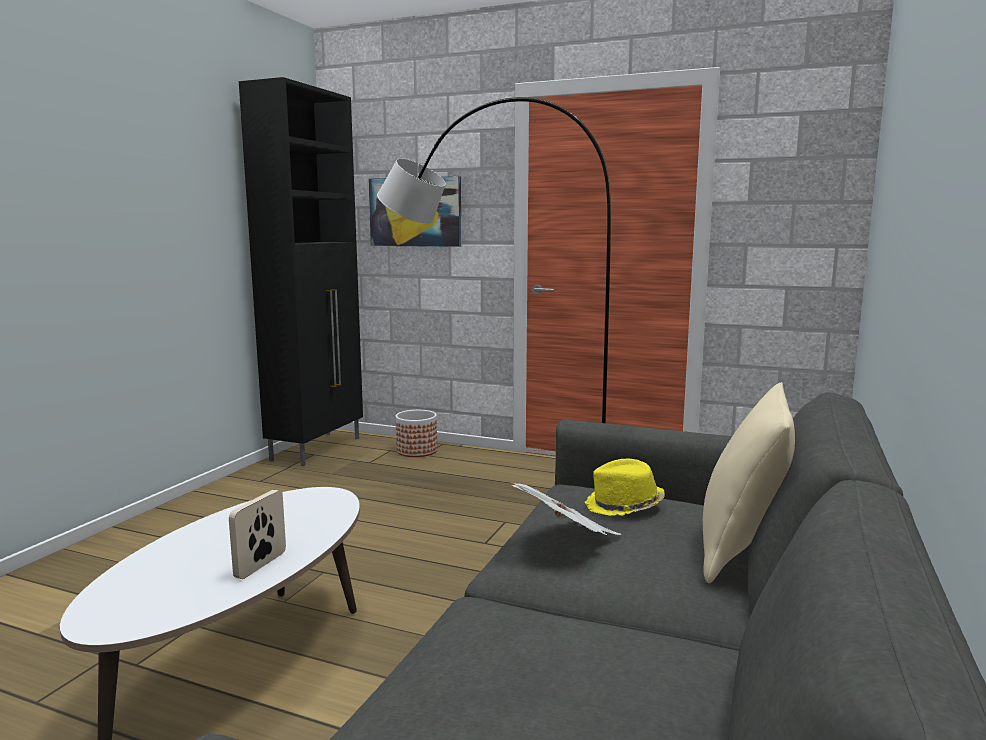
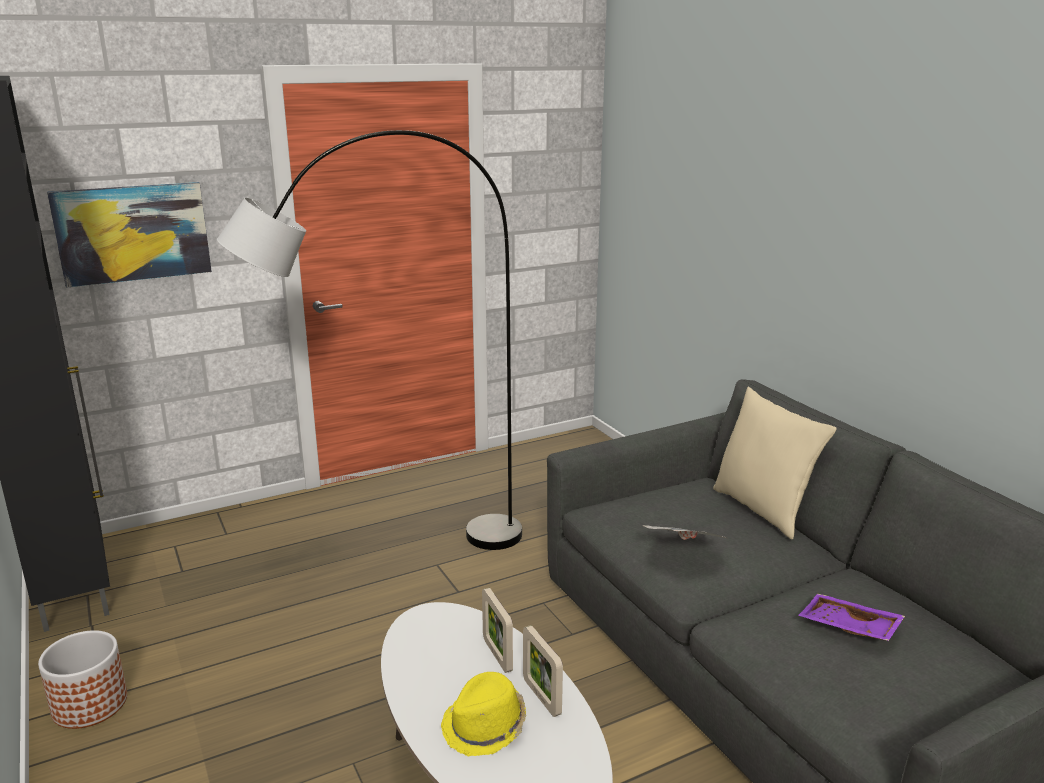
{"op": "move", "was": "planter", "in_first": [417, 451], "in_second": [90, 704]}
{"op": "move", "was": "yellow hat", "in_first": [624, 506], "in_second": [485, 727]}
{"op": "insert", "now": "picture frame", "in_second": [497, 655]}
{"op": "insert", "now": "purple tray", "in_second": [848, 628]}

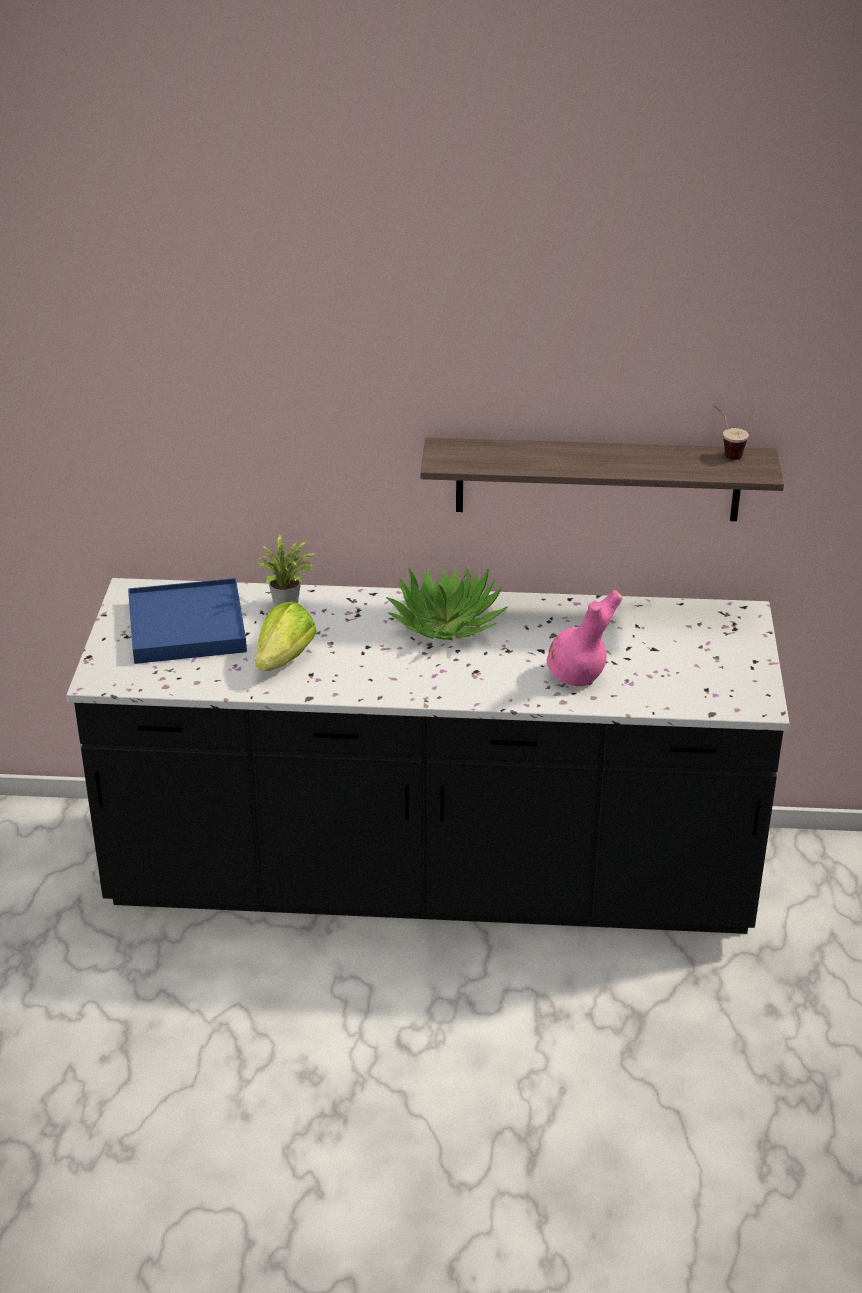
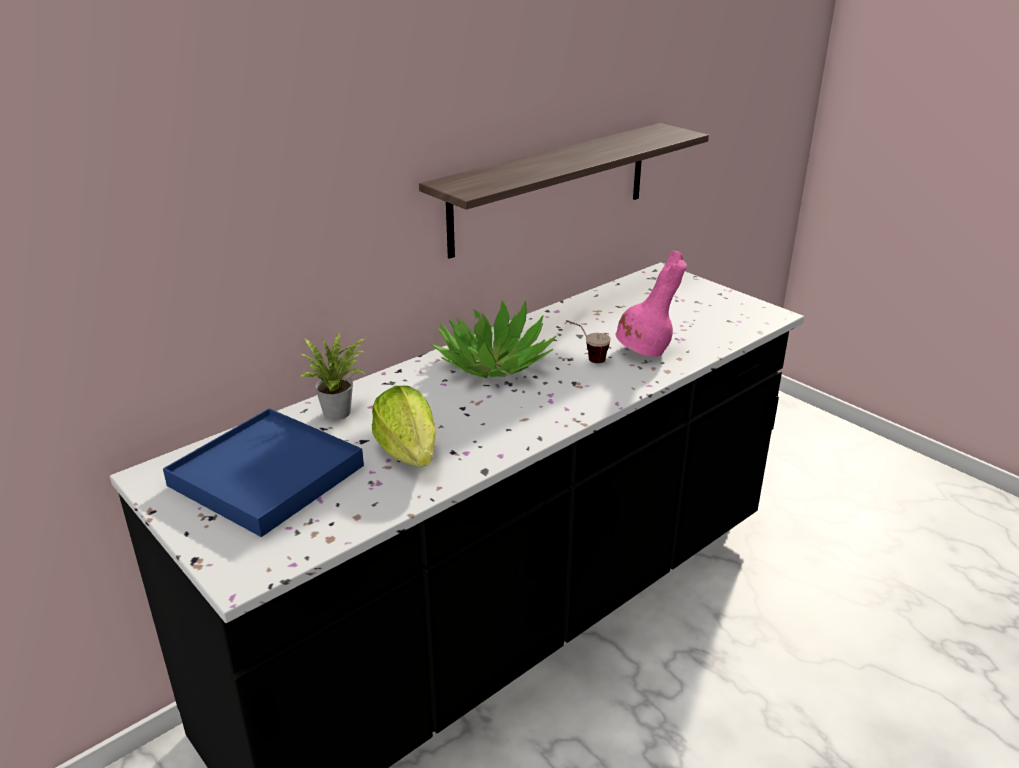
{"op": "move", "was": "cup", "in_first": [726, 452], "in_second": [586, 359]}

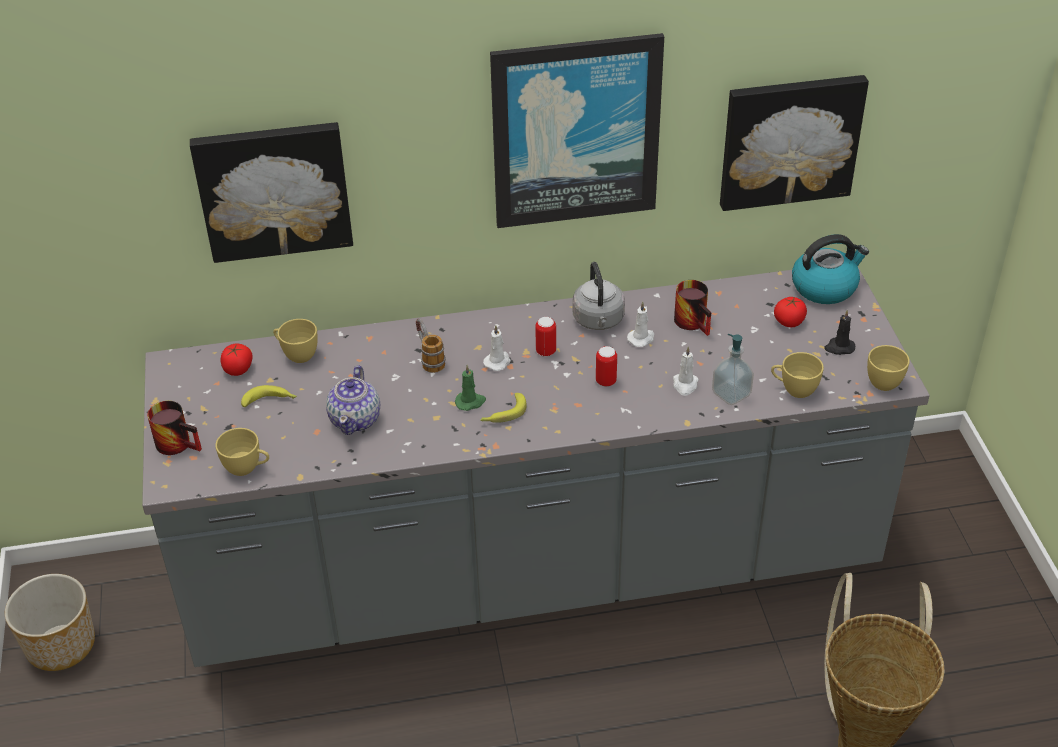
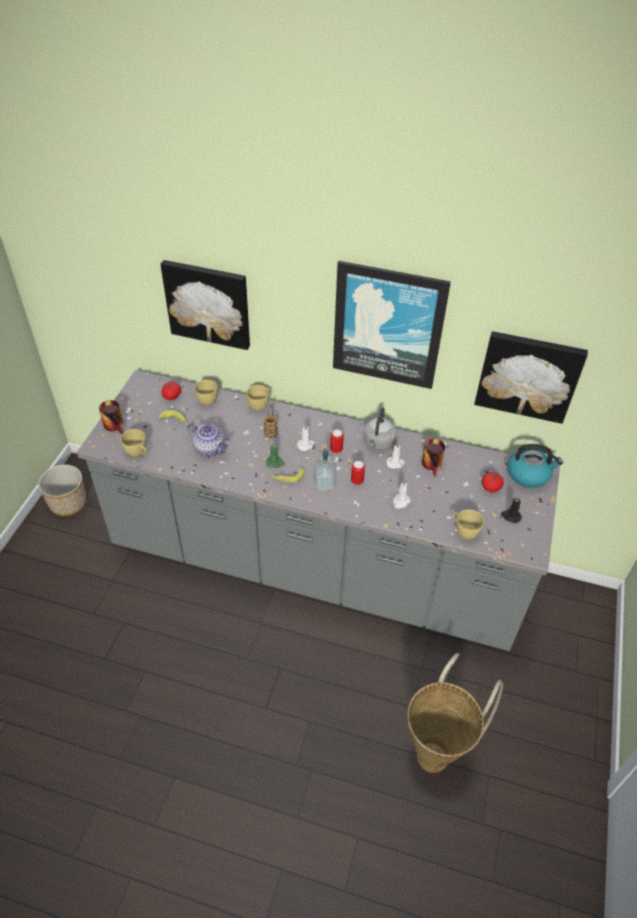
{"op": "rotate", "was": "teapot", "in_first": [356, 419], "in_second": [209, 448], "clockwise": -90}
{"op": "move", "was": "soap dispenser", "in_first": [731, 394], "in_second": [324, 484]}
{"op": "move", "was": "yellow cup", "in_first": [884, 380], "in_second": [260, 405]}

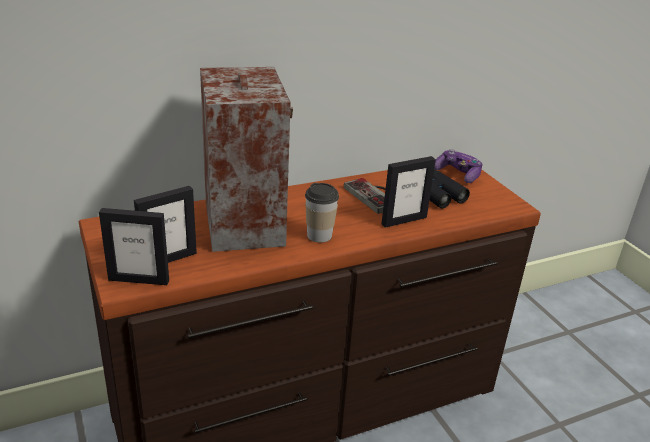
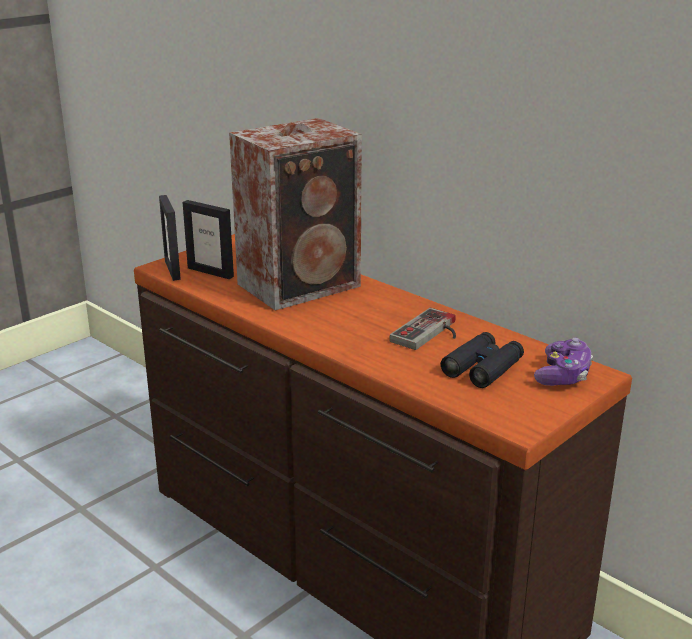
{"op": "delete", "was": "cup", "in_first": [319, 235]}
{"op": "delete", "was": "picture frame", "in_first": [403, 220]}

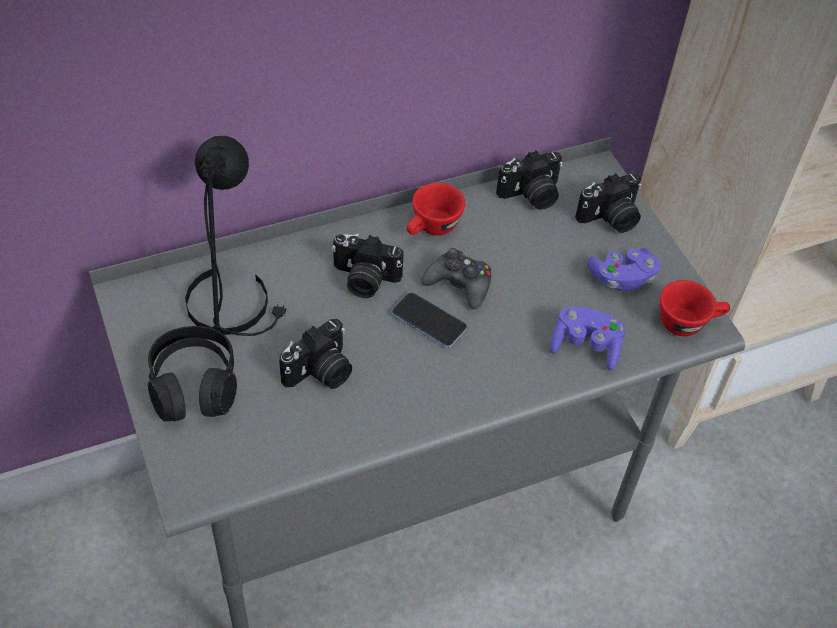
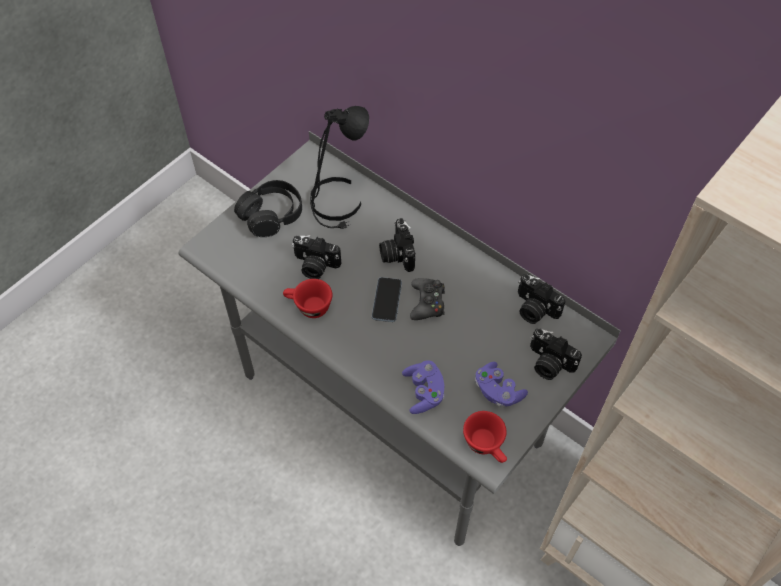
{"op": "move", "was": "red cup", "in_first": [432, 228], "in_second": [308, 307]}

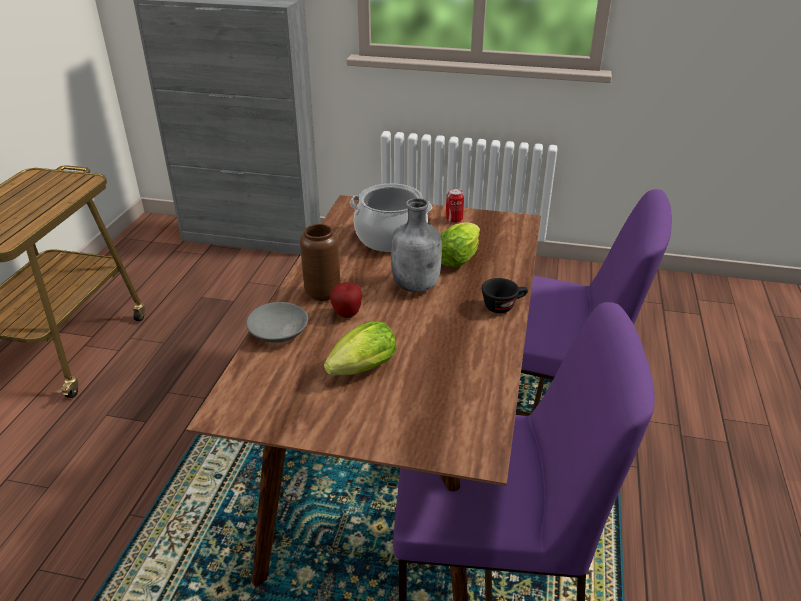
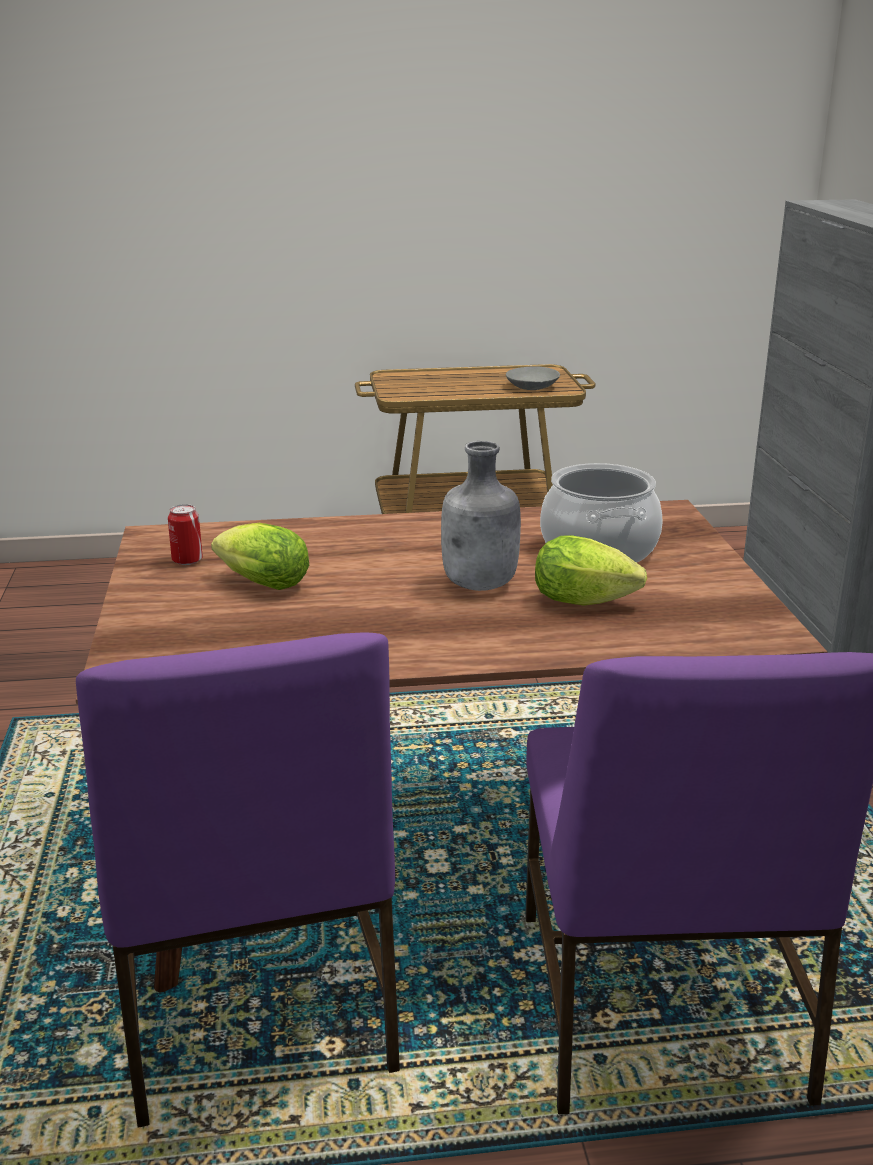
{"op": "move", "was": "grey bowl", "in_first": [279, 332], "in_second": [532, 387]}
{"op": "delete", "was": "brown vase", "in_first": [322, 293]}
{"op": "delete", "was": "apple", "in_first": [347, 314]}
{"op": "move", "was": "can", "in_first": [454, 220], "in_second": [187, 560]}
{"op": "delete", "was": "black cup", "in_first": [503, 306]}

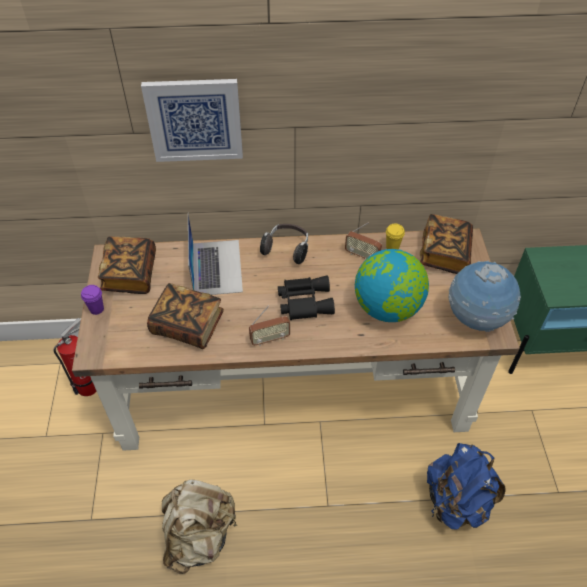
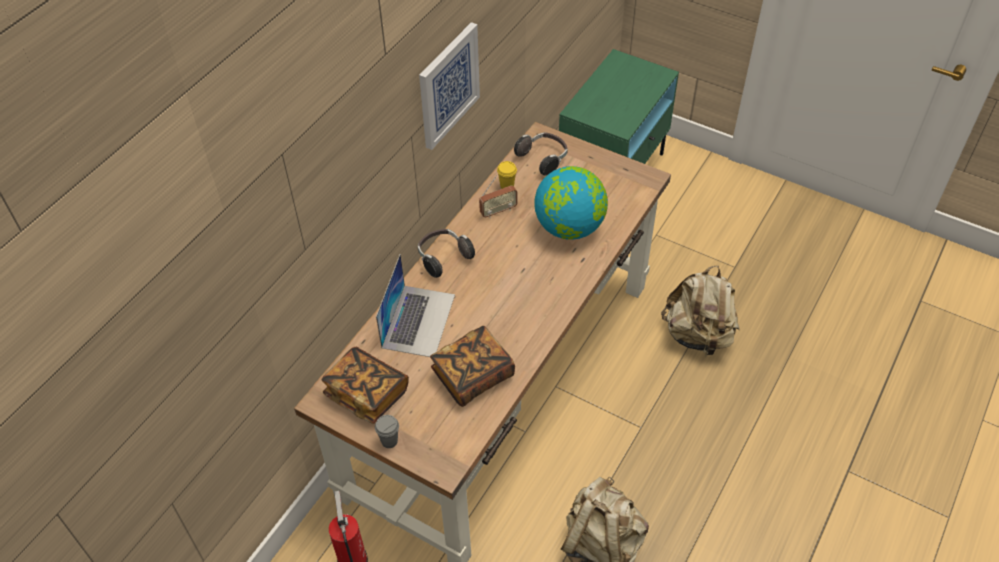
{"op": "recolor", "was": "purple cup", "now": "grey cup", "in_first": [97, 309], "in_second": [389, 441]}
{"op": "move", "was": "picture", "in_first": [194, 120], "in_second": [448, 85]}
{"op": "rotate", "was": "laptop", "in_first": [216, 267], "in_second": [418, 320], "clockwise": 75}
{"op": "delete", "was": "radio", "in_first": [270, 339]}
{"op": "delete", "was": "black binoculars", "in_first": [304, 301]}
{"op": "replace", "was": "book", "now": "headphones", "in_first": [444, 254], "in_second": [543, 159]}
{"op": "recolor", "was": "blue backpack", "now": "beige backpack", "in_first": [456, 501], "in_second": [698, 335]}
{"op": "delete", "was": "globe", "in_first": [475, 319]}

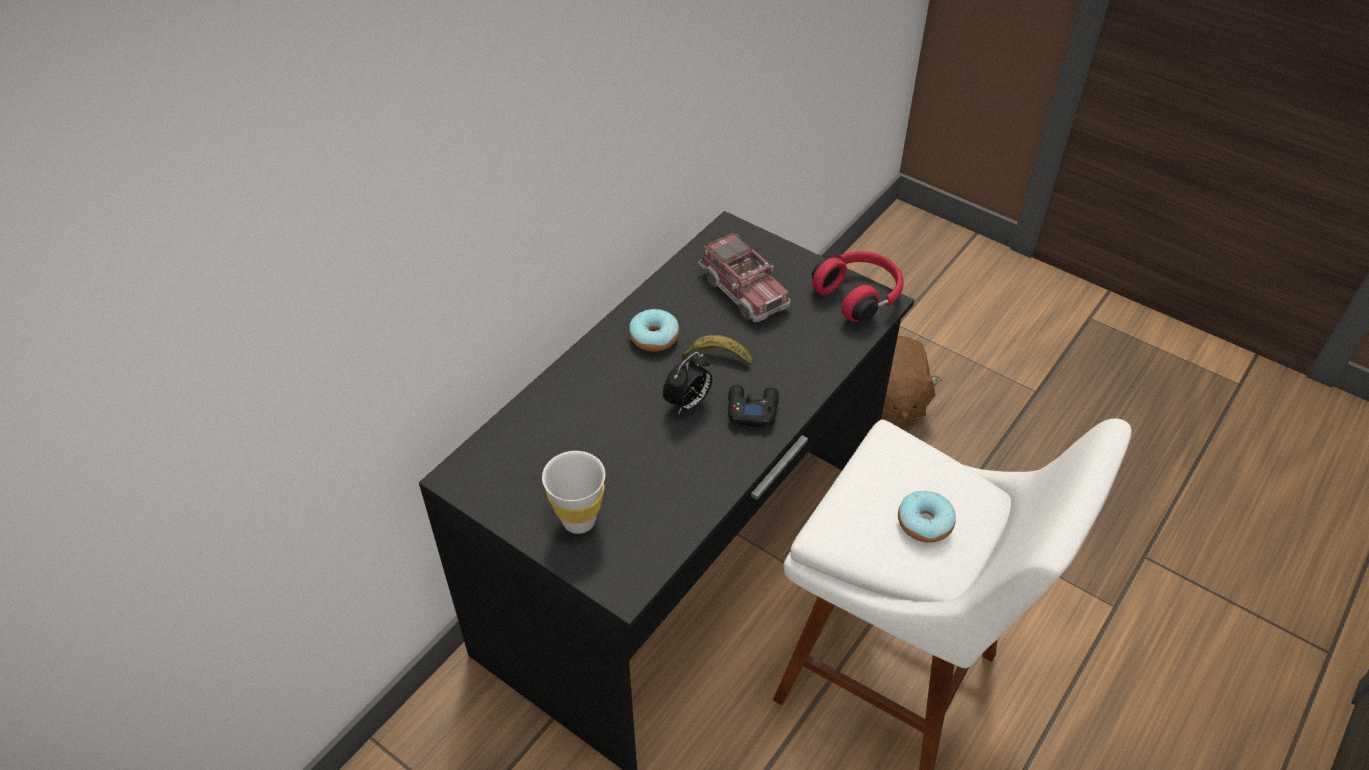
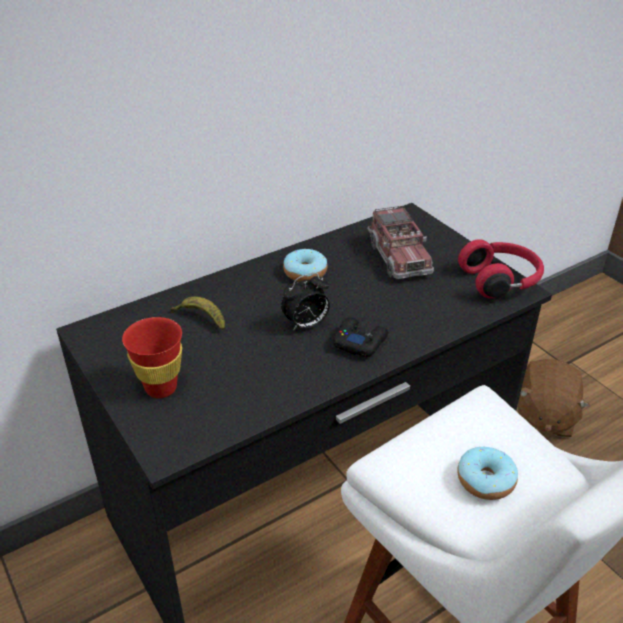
{"op": "recolor", "was": "white cup", "now": "red cup", "in_first": [579, 520], "in_second": [161, 388]}
{"op": "move", "was": "banana", "in_first": [717, 357], "in_second": [201, 318]}

